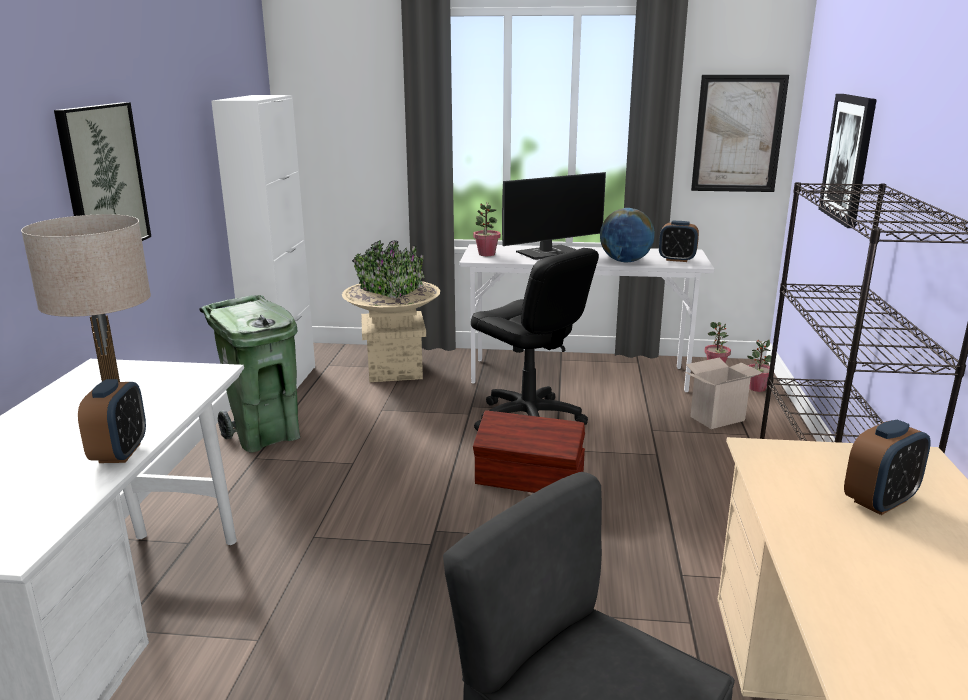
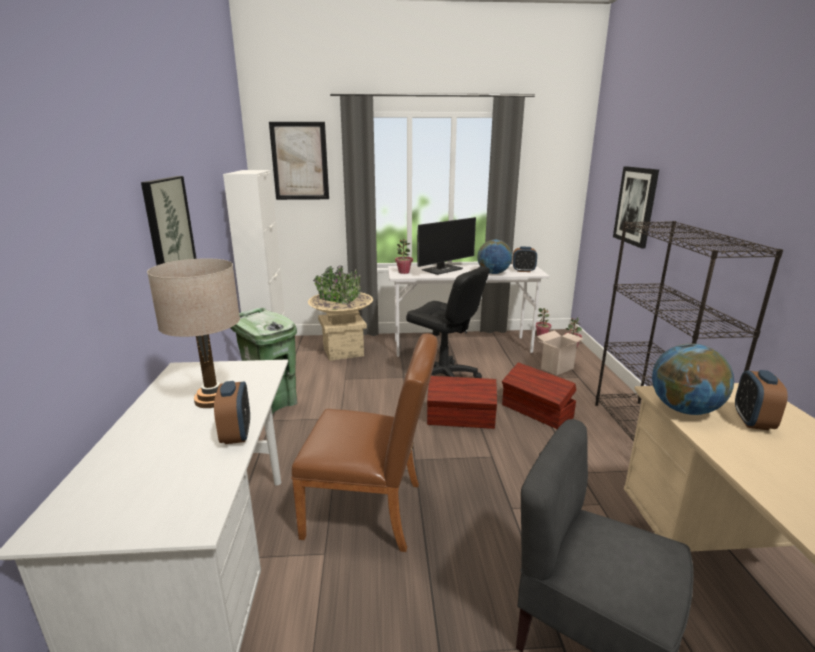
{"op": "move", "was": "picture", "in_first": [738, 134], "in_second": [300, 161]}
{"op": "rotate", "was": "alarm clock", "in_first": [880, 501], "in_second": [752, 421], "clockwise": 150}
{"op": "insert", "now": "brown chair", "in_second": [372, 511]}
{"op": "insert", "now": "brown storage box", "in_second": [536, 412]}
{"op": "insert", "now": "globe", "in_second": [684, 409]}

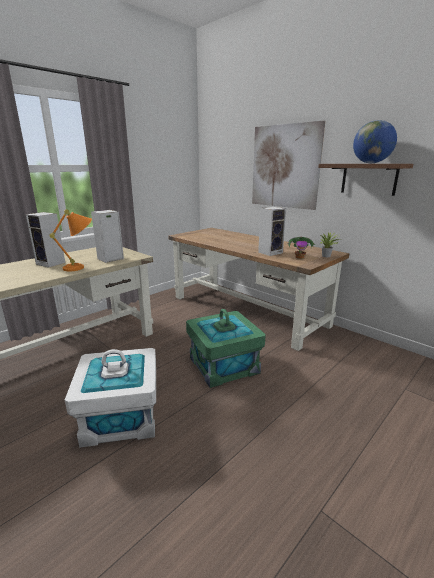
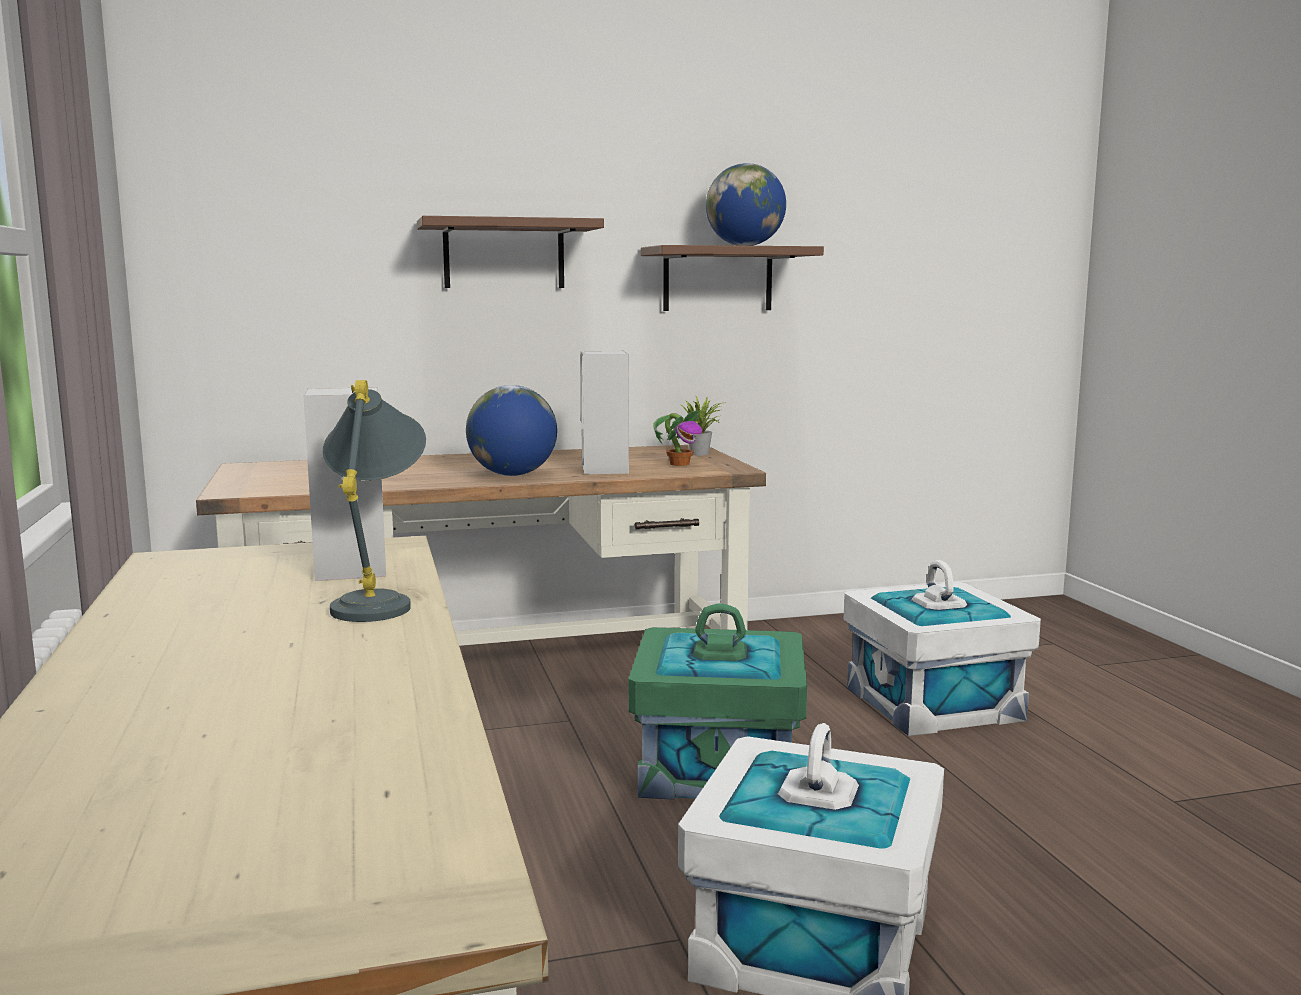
{"op": "delete", "was": "speaker", "in_first": [52, 263]}
{"op": "recolor", "was": "orange table lamp", "now": "grey table lamp", "in_first": [81, 267], "in_second": [378, 601]}
{"op": "replace", "was": "picture", "now": "brown shelf", "in_first": [285, 167], "in_second": [504, 254]}
{"op": "insert", "now": "globe", "in_second": [513, 475]}
{"op": "insert", "now": "white storage box", "in_second": [934, 704]}

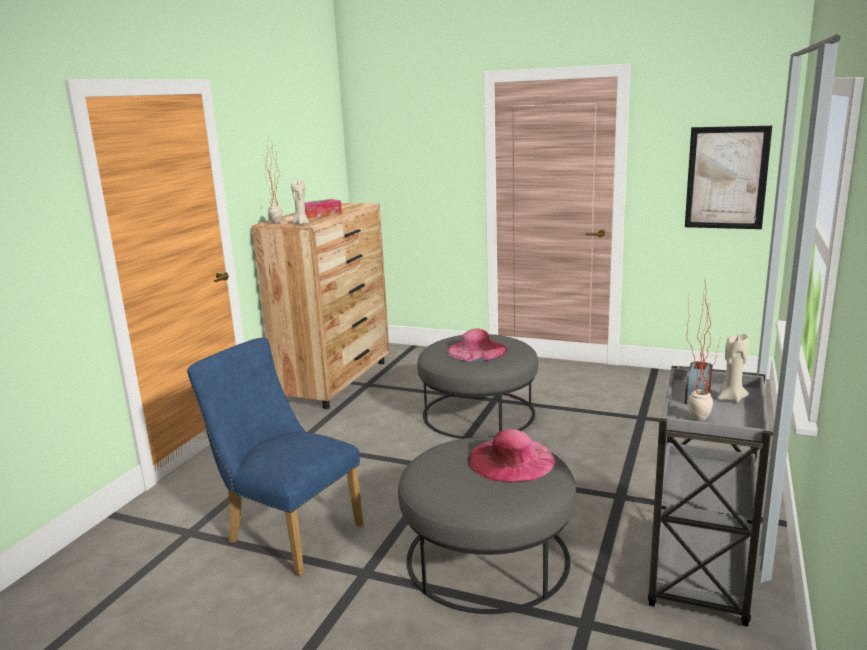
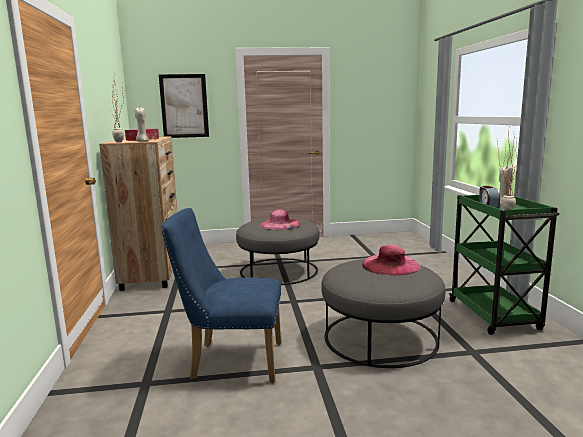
{"op": "recolor", "was": "grey cart", "now": "green cart", "in_first": [700, 576], "in_second": [494, 316]}
{"op": "move", "was": "picture", "in_first": [726, 178], "in_second": [184, 106]}

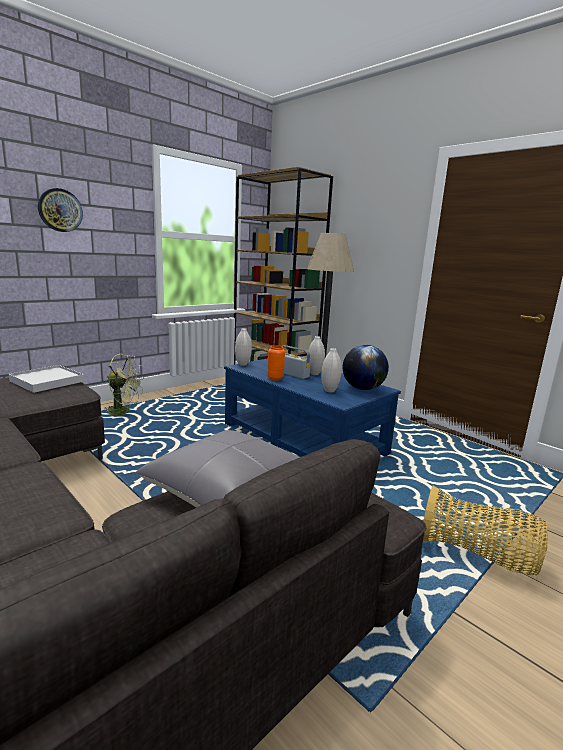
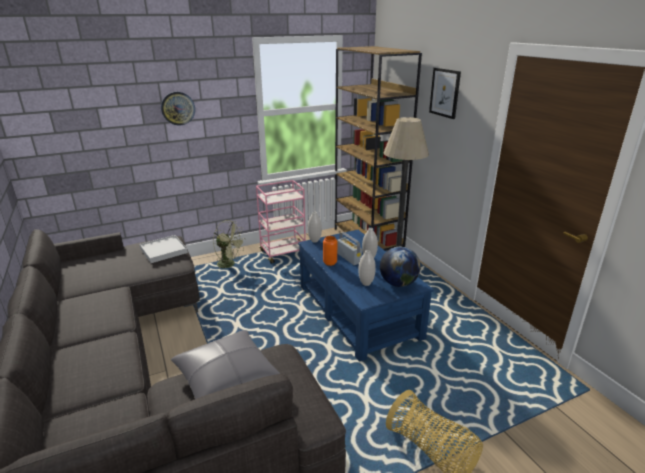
{"op": "insert", "now": "pink cart", "in_second": [283, 253]}
{"op": "insert", "now": "picture", "in_second": [445, 93]}

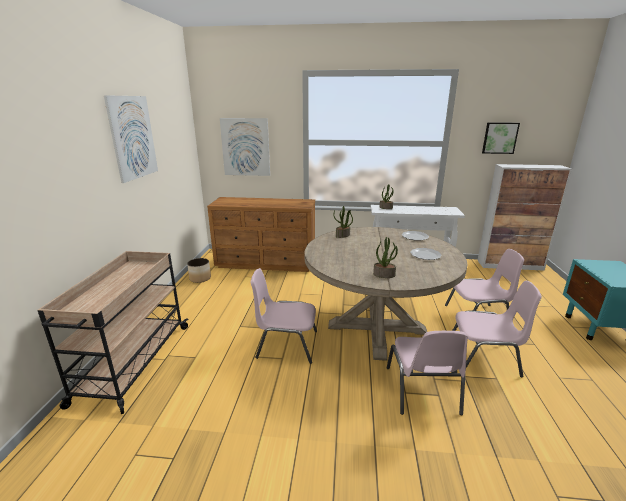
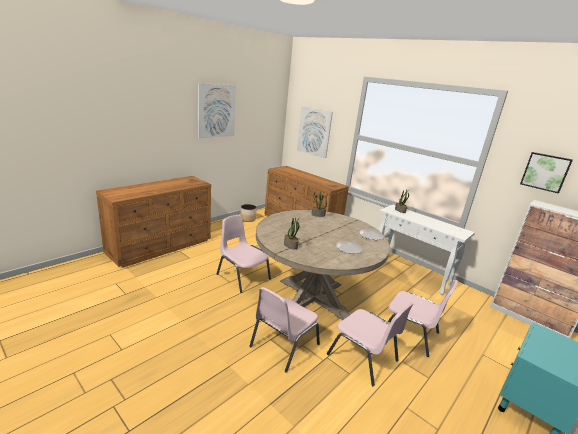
{"op": "replace", "was": "beige cart", "now": "brown dresser", "in_first": [133, 363], "in_second": [161, 246]}

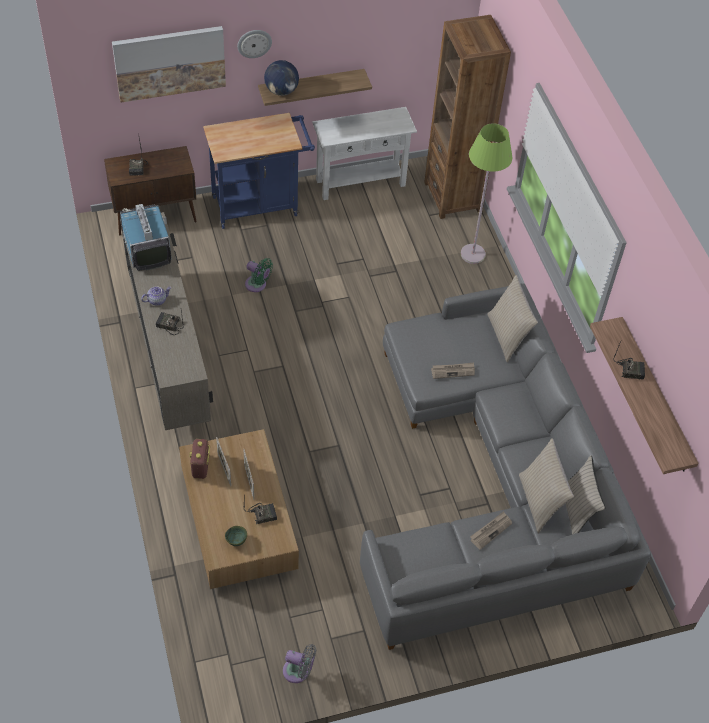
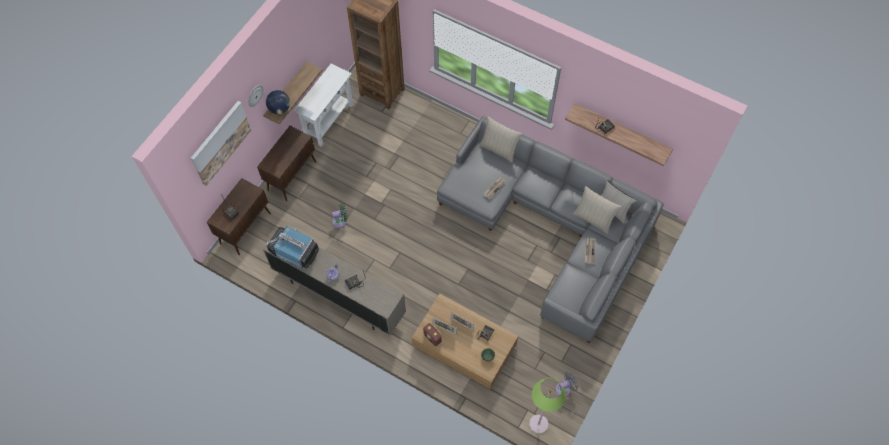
{"op": "replace", "was": "blue cart", "now": "brown cabinet", "in_first": [260, 204], "in_second": [292, 176]}
{"op": "move", "was": "green floor lamp", "in_first": [473, 254], "in_second": [538, 424]}

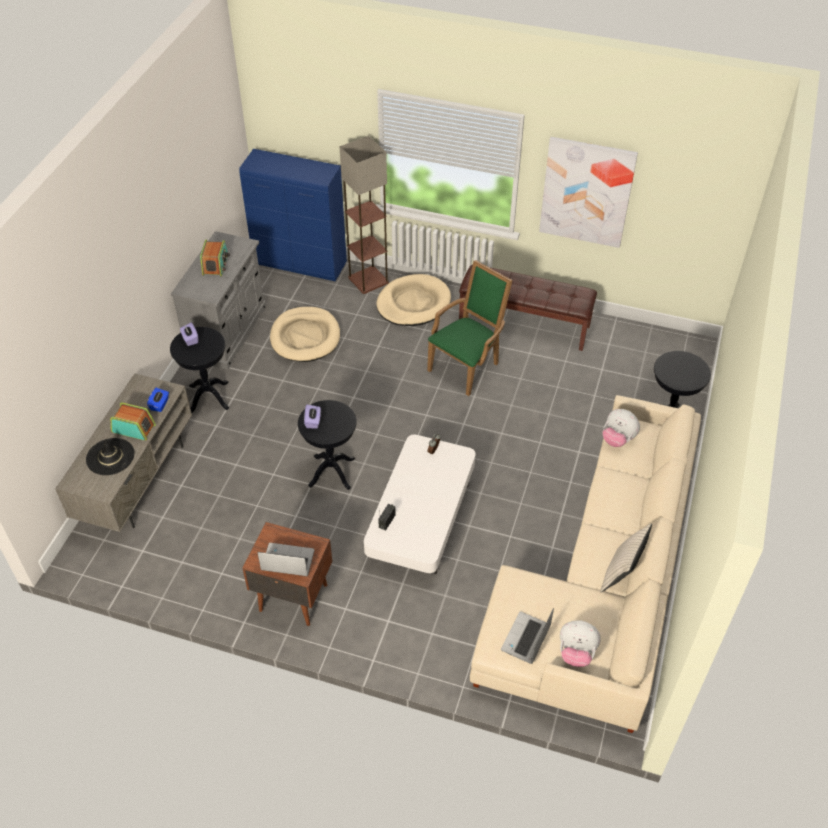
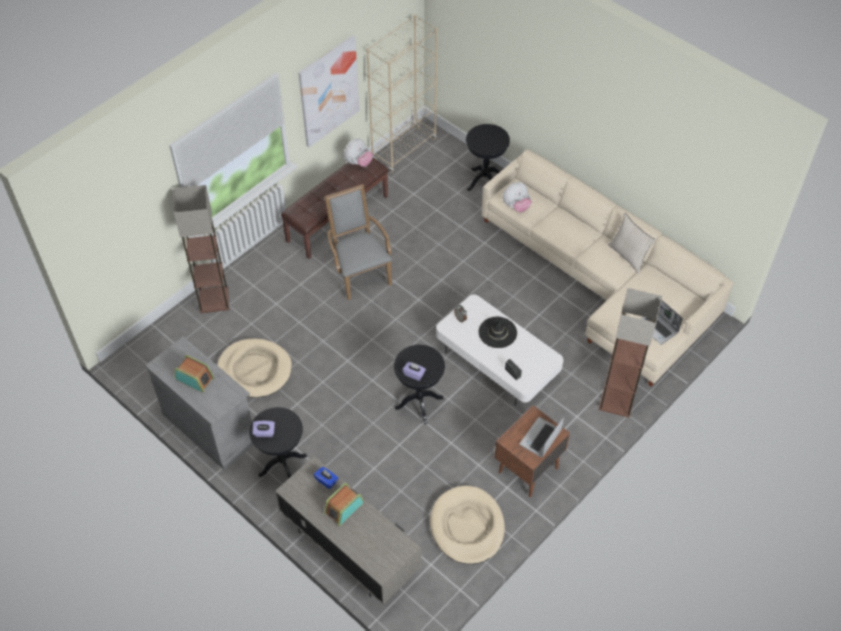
{"op": "move", "was": "black hat", "in_first": [110, 457], "in_second": [497, 332]}
{"op": "delete", "was": "blue cabinet", "in_first": [301, 264]}
{"op": "move", "was": "beige dog bed", "in_first": [413, 303], "in_second": [467, 527]}
{"op": "recolor", "was": "green armchair", "now": "grey armchair", "in_first": [467, 366], "in_second": [359, 272]}
{"op": "move", "was": "plush toy", "in_first": [576, 653], "in_second": [358, 163]}
{"op": "insert", "now": "beige bookcase", "in_second": [404, 150]}
{"op": "insert", "now": "floor lamp", "in_second": [616, 401]}

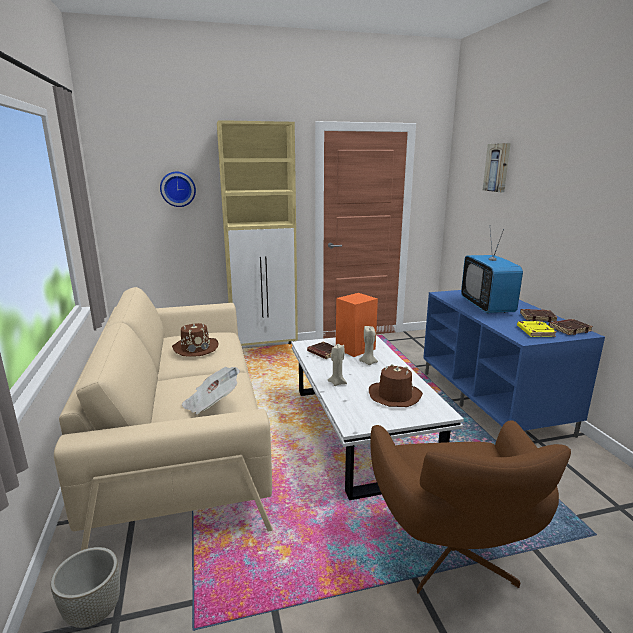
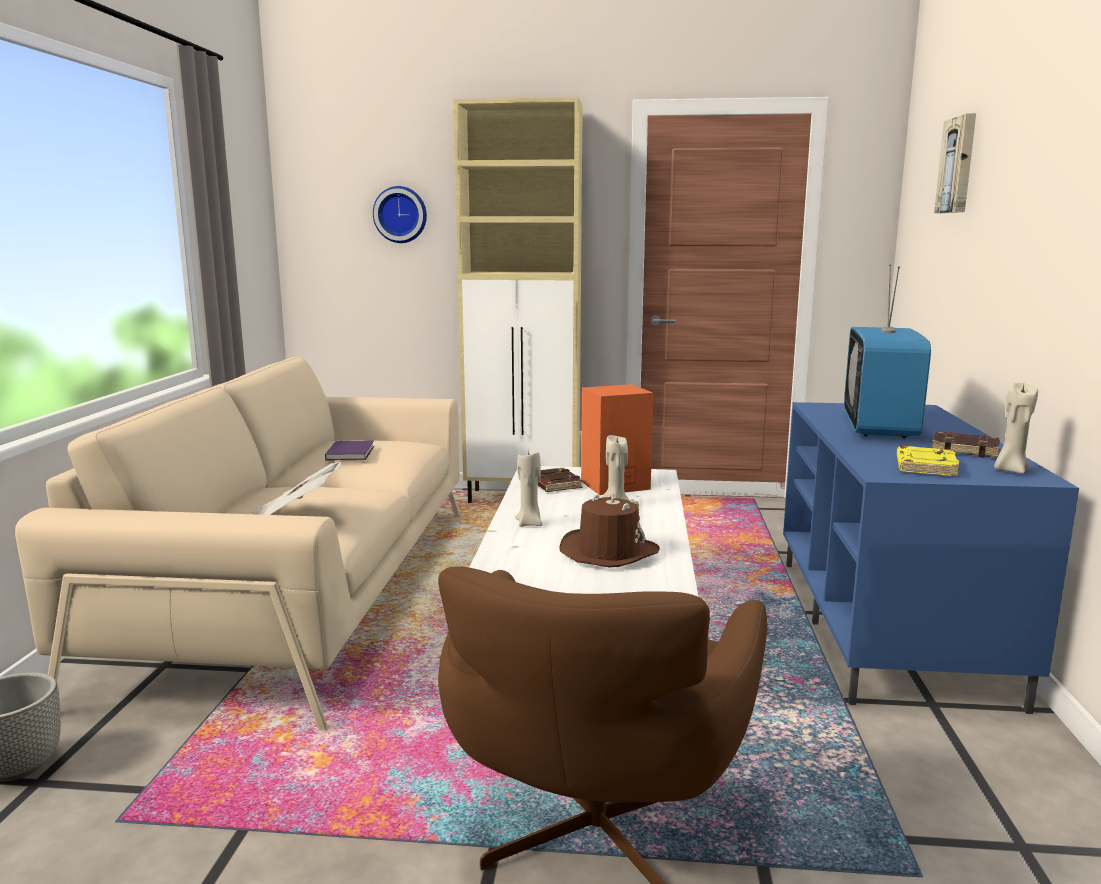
{"op": "replace", "was": "brown hat", "now": "purple book", "in_first": [195, 348], "in_second": [351, 453]}
{"op": "replace", "was": "brown book", "now": "beige candle", "in_first": [569, 329], "in_second": [1010, 470]}

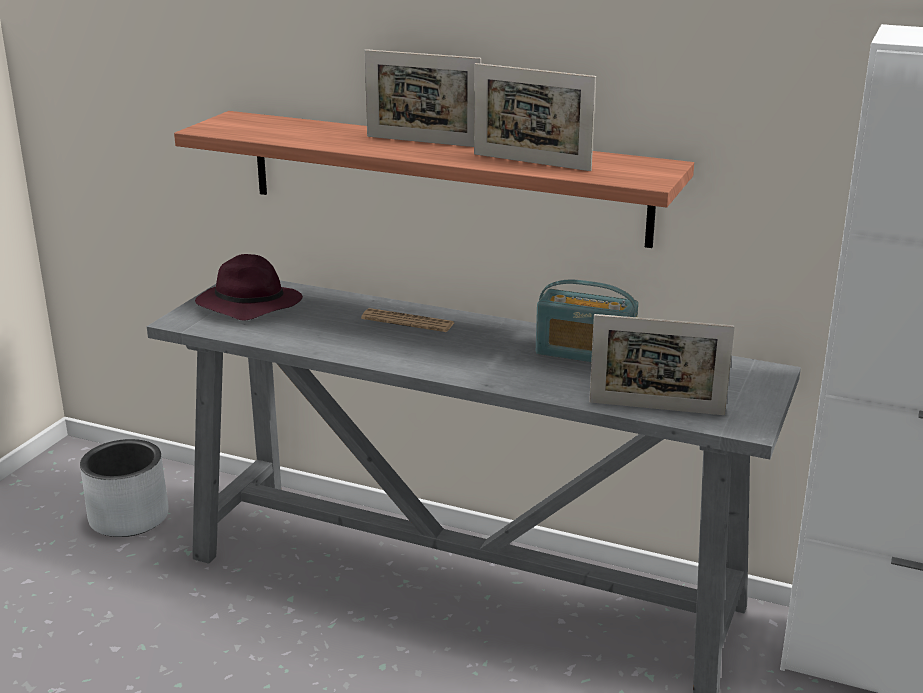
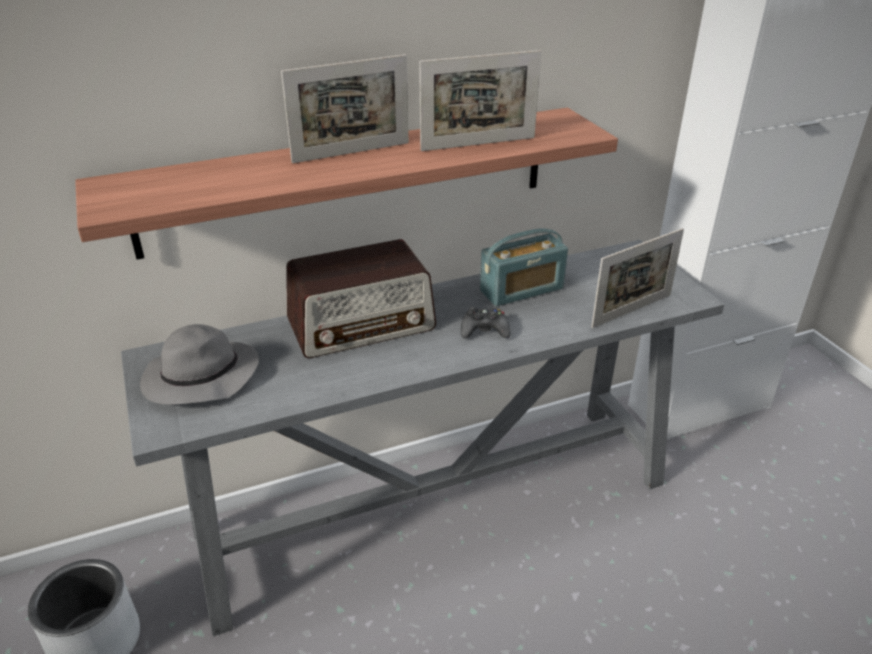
{"op": "recolor", "was": "purple hat", "now": "grey hat", "in_first": [248, 306], "in_second": [200, 379]}
{"op": "replace", "was": "newspaper", "now": "radio", "in_first": [408, 321], "in_second": [362, 325]}
{"op": "insert", "now": "black game controller", "in_second": [484, 330]}

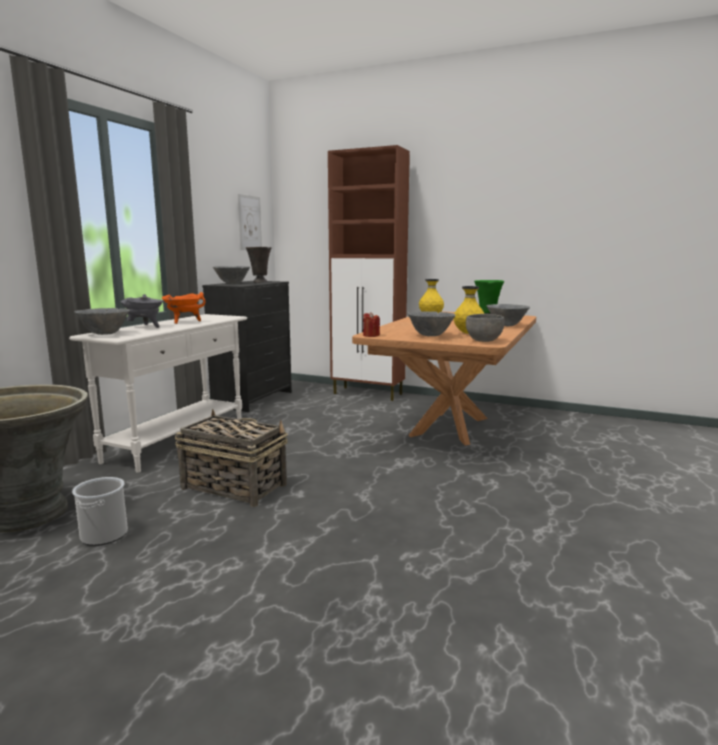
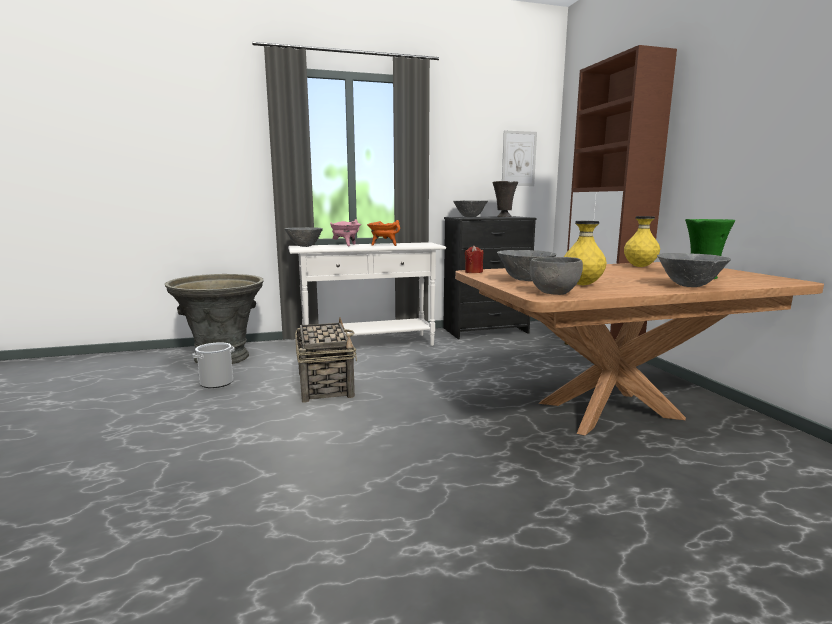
{"op": "recolor", "was": "grey cooking pot", "now": "pink cooking pot", "in_first": [145, 327], "in_second": [345, 245]}

